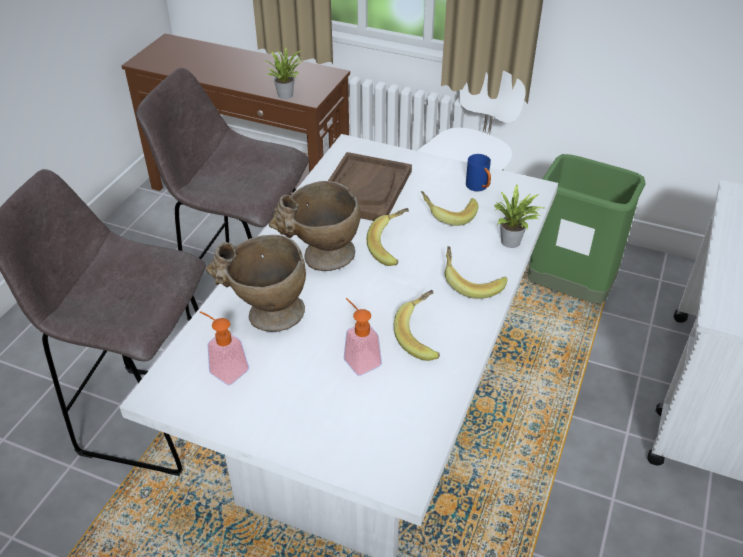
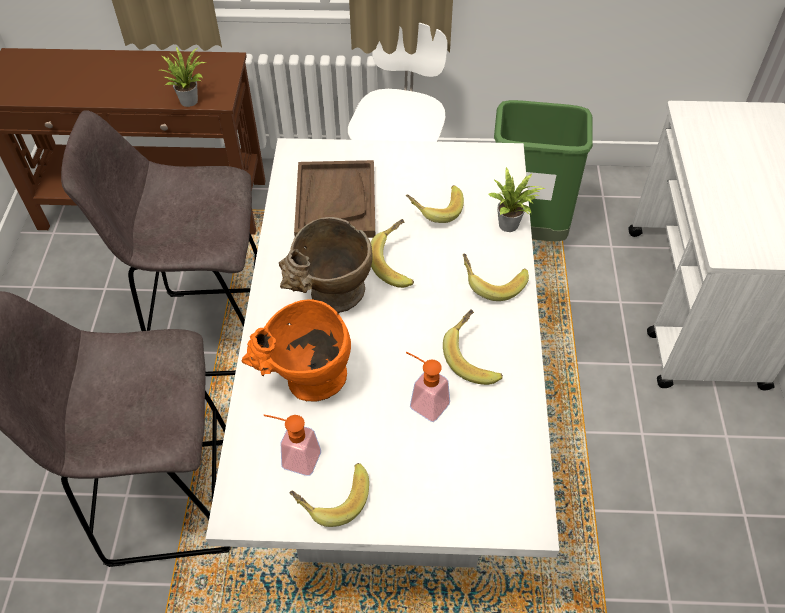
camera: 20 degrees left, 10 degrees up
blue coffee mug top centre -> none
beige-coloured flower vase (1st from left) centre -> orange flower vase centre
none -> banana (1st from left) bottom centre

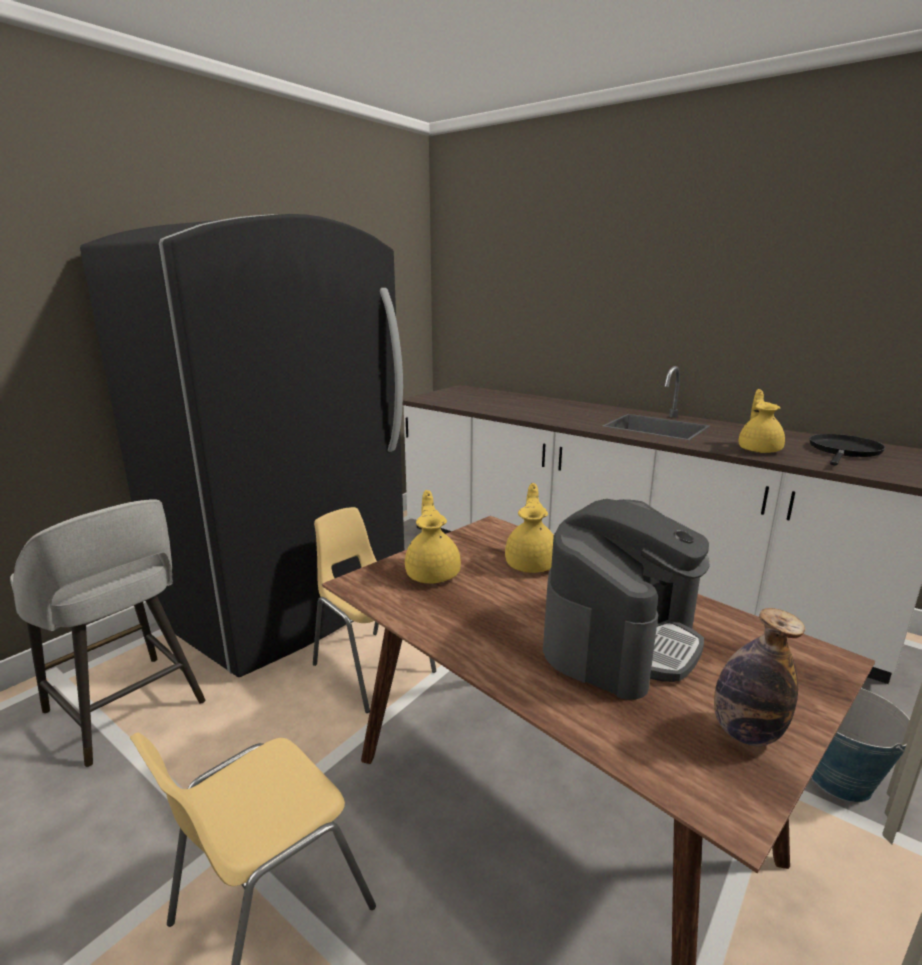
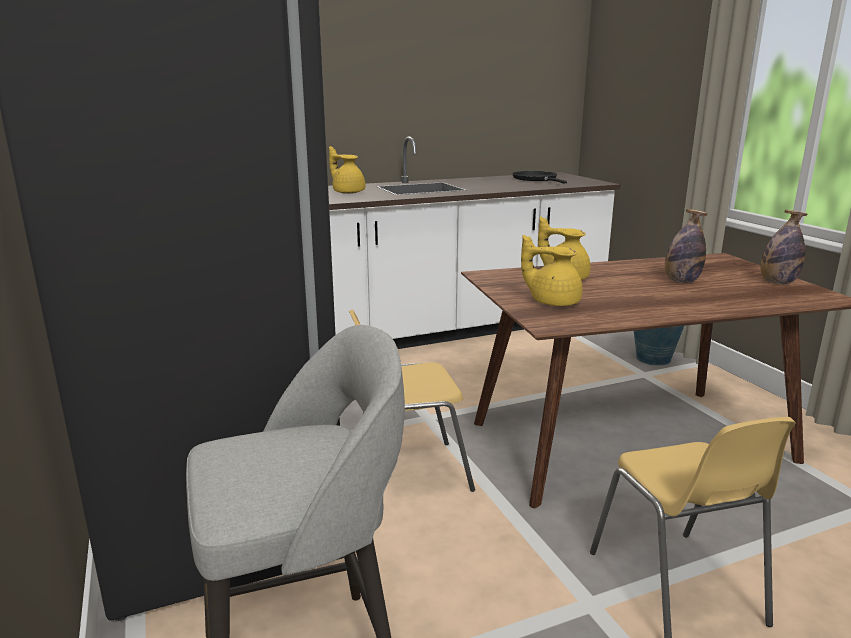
camera: 60 degrees left, 0 degrees up
yellow-coloured teapot (3rd from left in the first image) middle right -> yellow-coloured teapot (1st from left) top centre, move
coffee brewer middle right -> drink bottle (1st from left) middle right

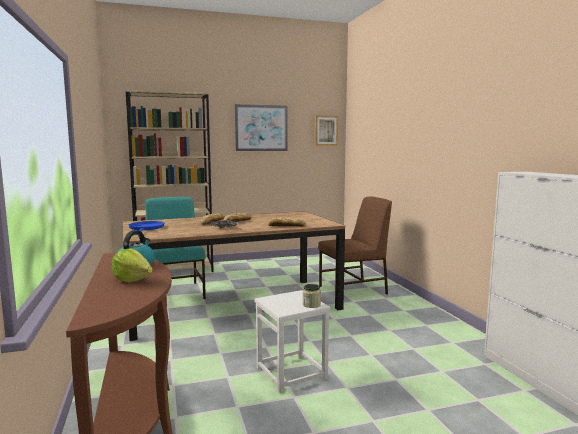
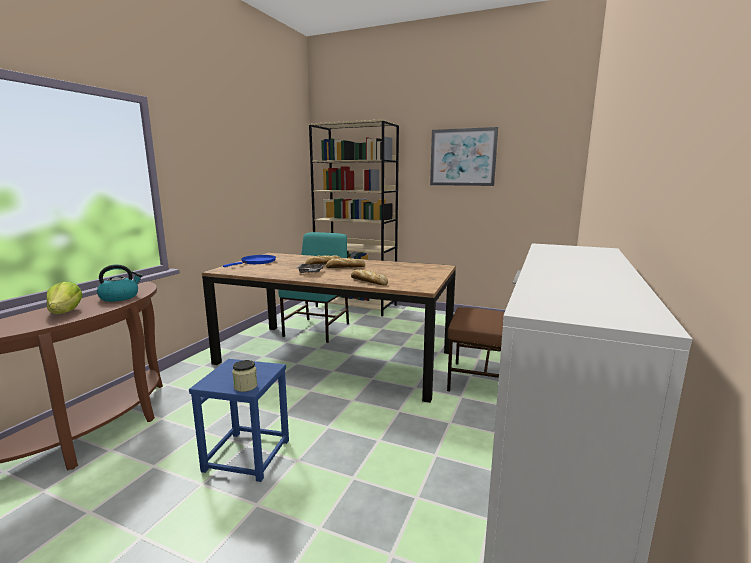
camera: 40 degrees right, 5 degrees up
picture (2nd from left) top centre -> none
whitish stool seat bottom centre -> blue stool seat bottom left

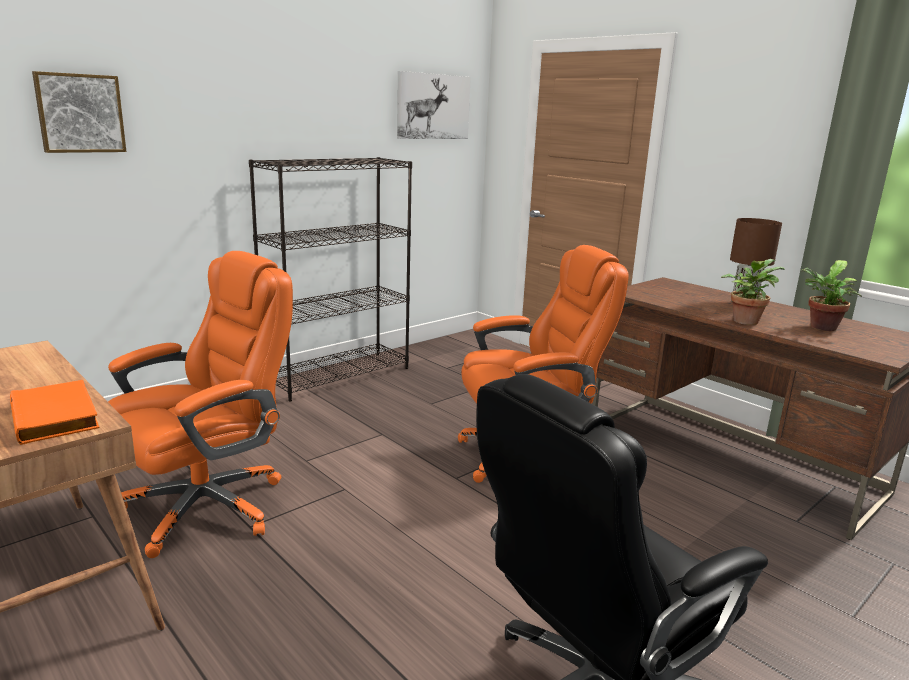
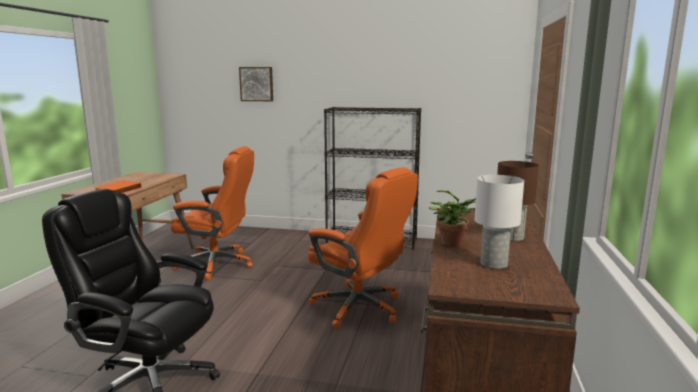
camera: 55 degrees right, 5 degrees down
picture (2nd from left) top centre -> none
houseplant (2nd from left) middle right -> whitish tabletop lamp middle right

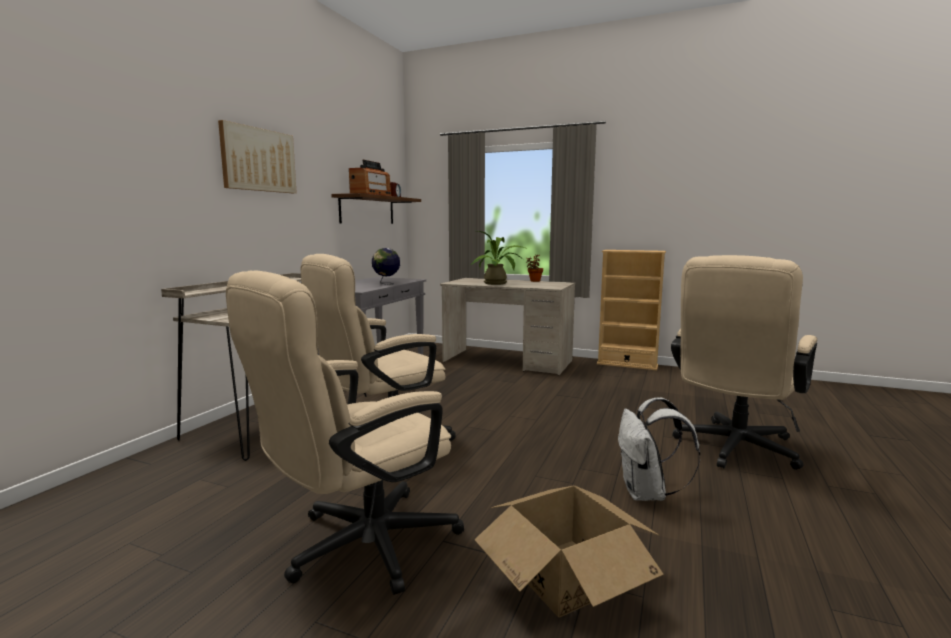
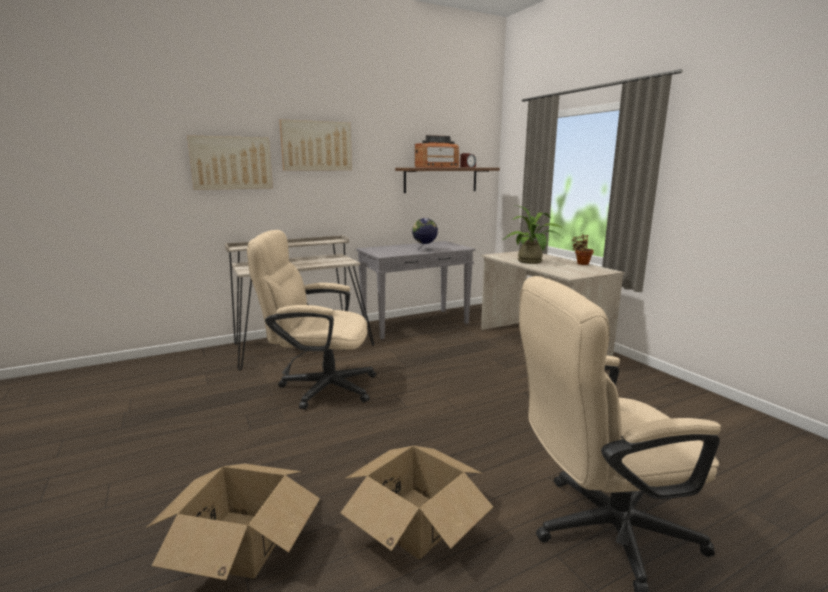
camera: 40 degrees right, 5 degrees up
beige-coloured shelving unit centre -> none
beige-coloured desk chair (1st from left) bottom centre -> none
whitish knapsack bottom right -> packing box (2nd from left) bottom centre
none -> picture (1st from left) top left

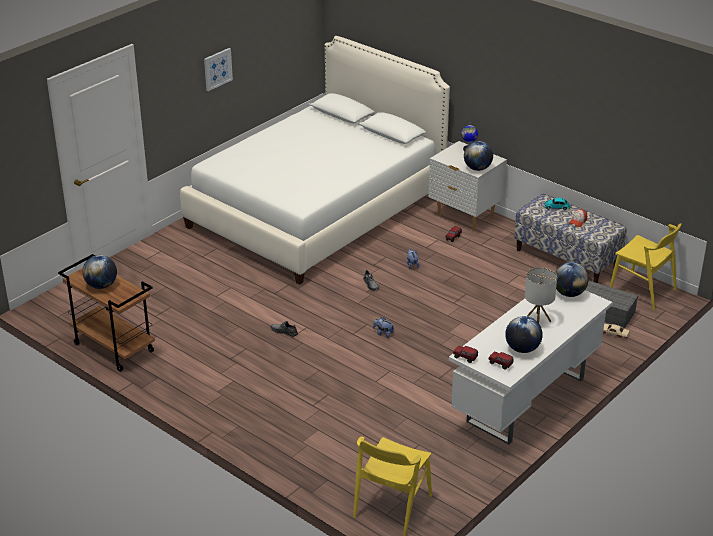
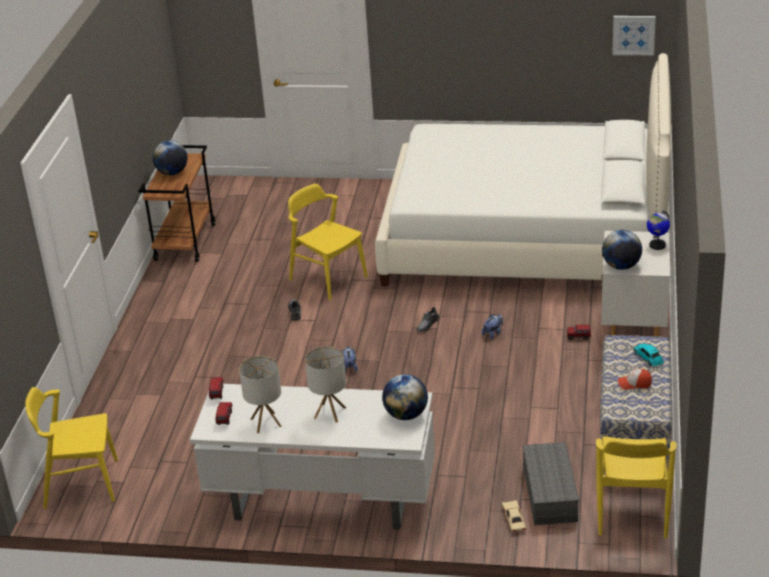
camera: 60 degrees right, 0 degrees up
picture top left -> picture top right, move
desk globe (4th from left) middle right -> tabletop lamp (1st from left) bottom centre
none -> yellow-coloured plain chair (2nd from left) centre

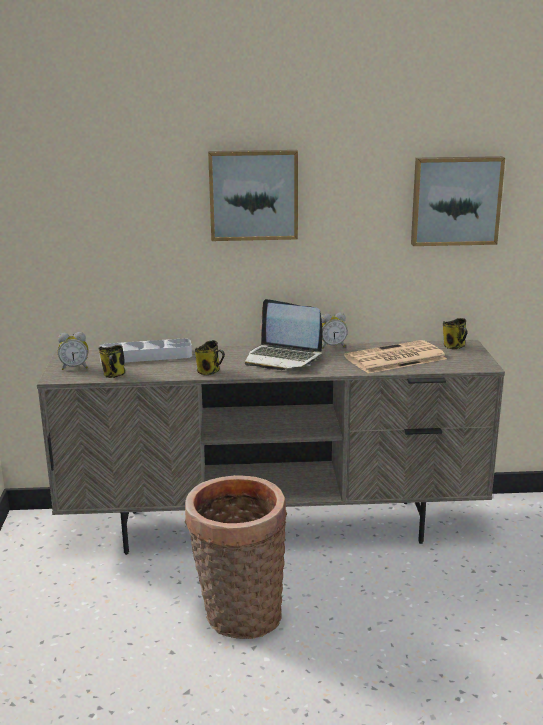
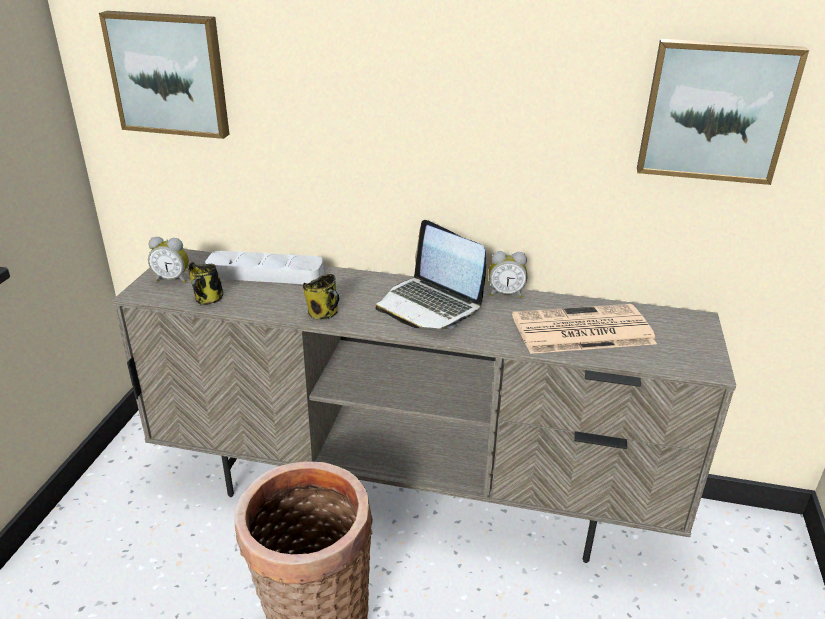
camera: 15 degrees right, 10 degrees up
picture (1st from left) top centre -> picture (1st from left) top left, move
coffee mug (3rd from left) middle right -> none

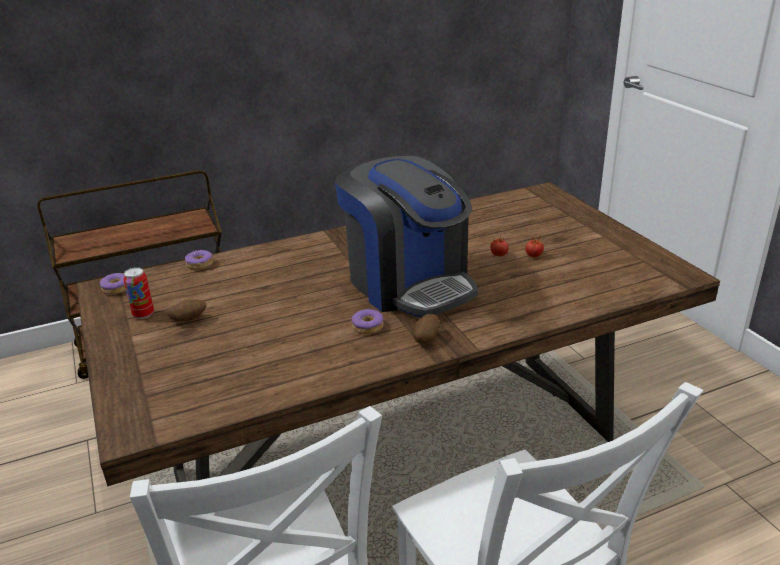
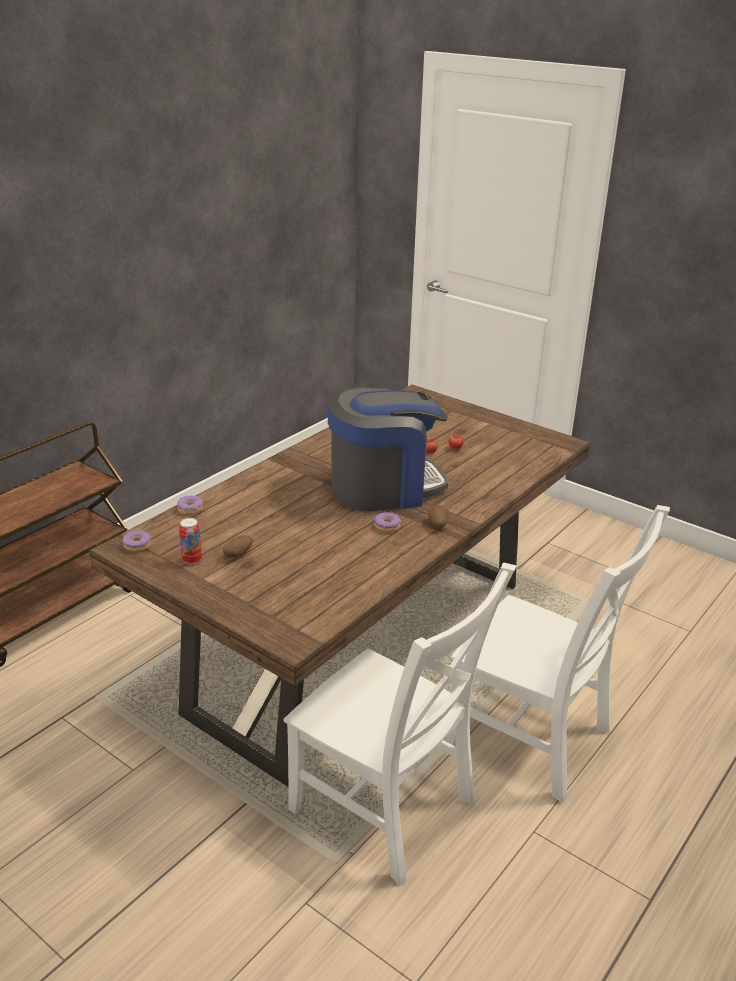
camera: 30 degrees left, 0 degrees up
coffee brewer centre, 45 degrees counterclockwise

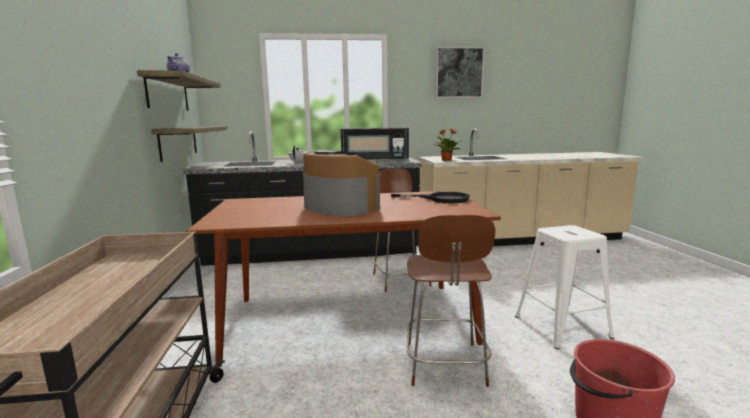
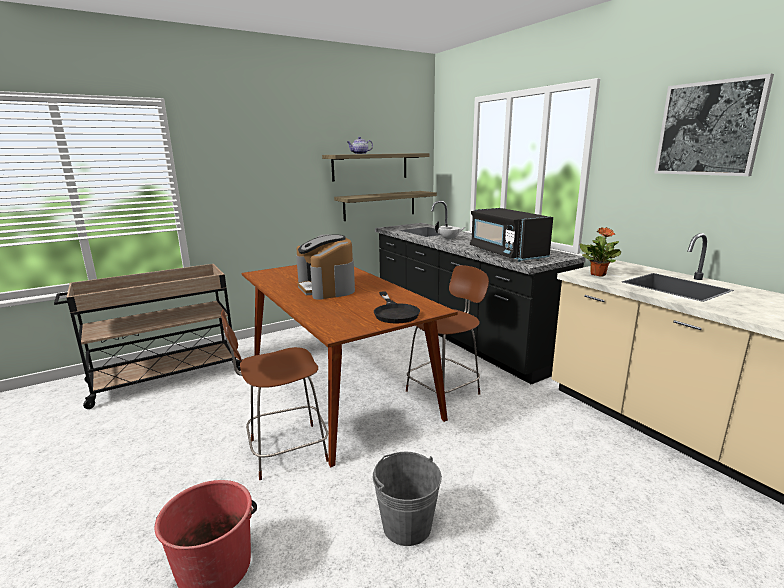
camera: 65 degrees right, 5 degrees up
coffee brewer centre, 135 degrees clockwise
whitish stool seat bottom right -> greyish pail bottom centre

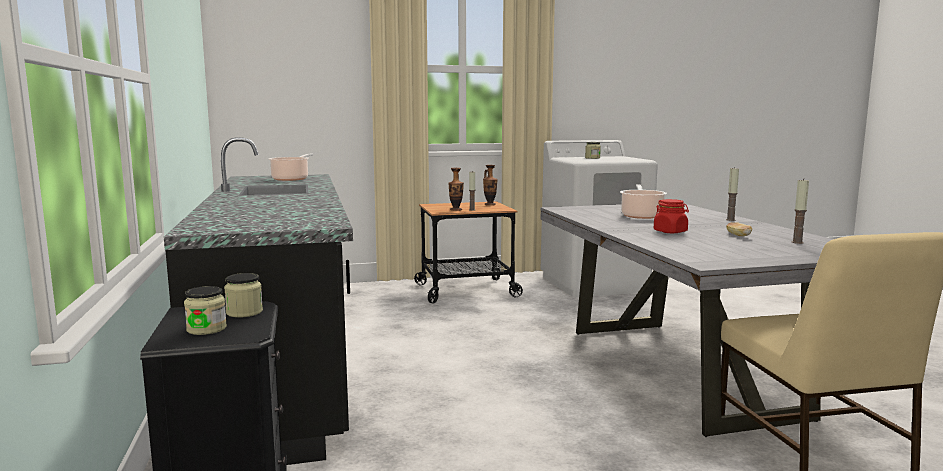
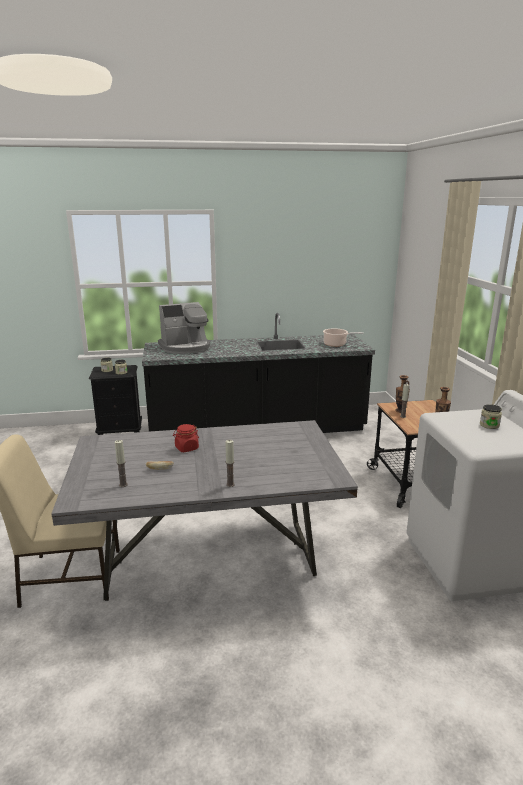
camera: 95 degrees right, 10 degrees up
stockpot (2nd from left) middle right -> none
none -> coffee brewer centre

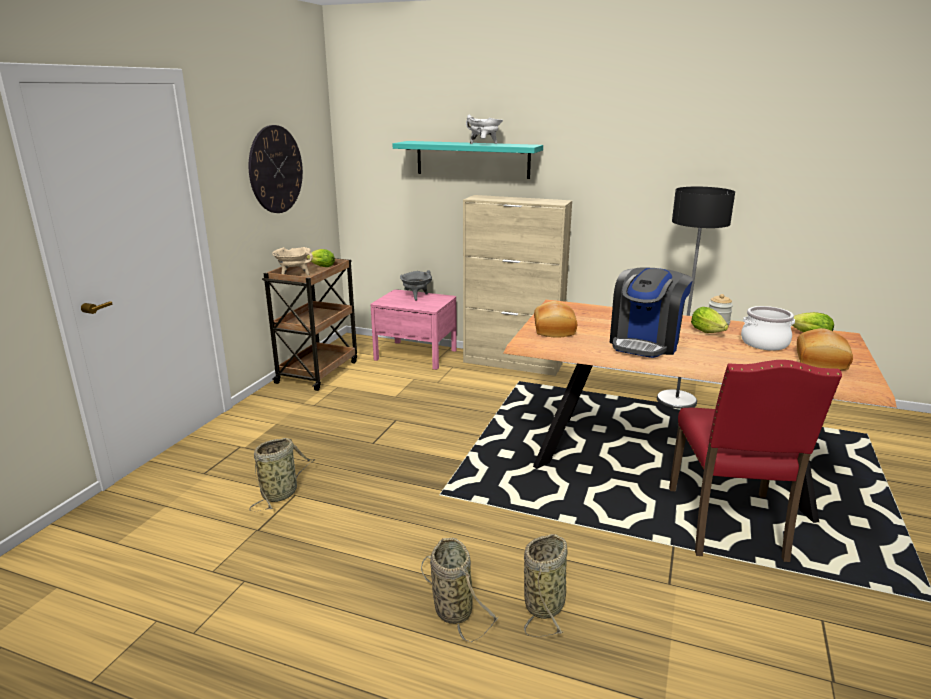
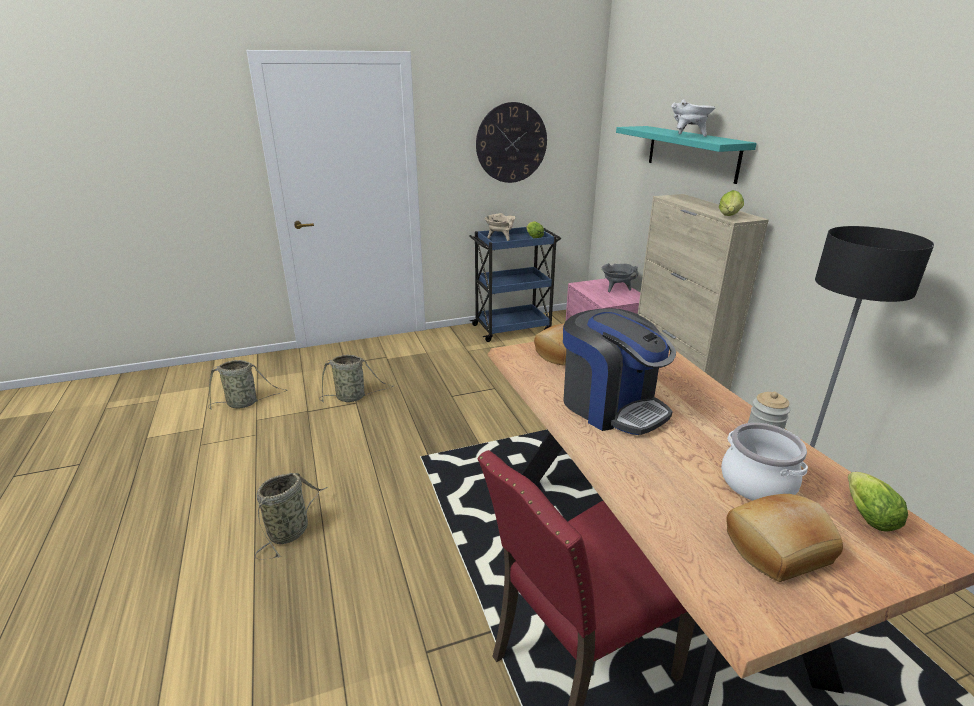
camera: 50 degrees right, 5 degrees up
brown wheeled cart middle left -> blue wheeled cart centre
coffee brewer middle right -> coffee brewer centre, 120 degrees counterclockwise
lettuce (2nd from left) middle right -> lettuce (2nd from left) top right, move
storage basket (3rd from left in the first image) bottom centre -> storage basket (1st from left) middle left, move

